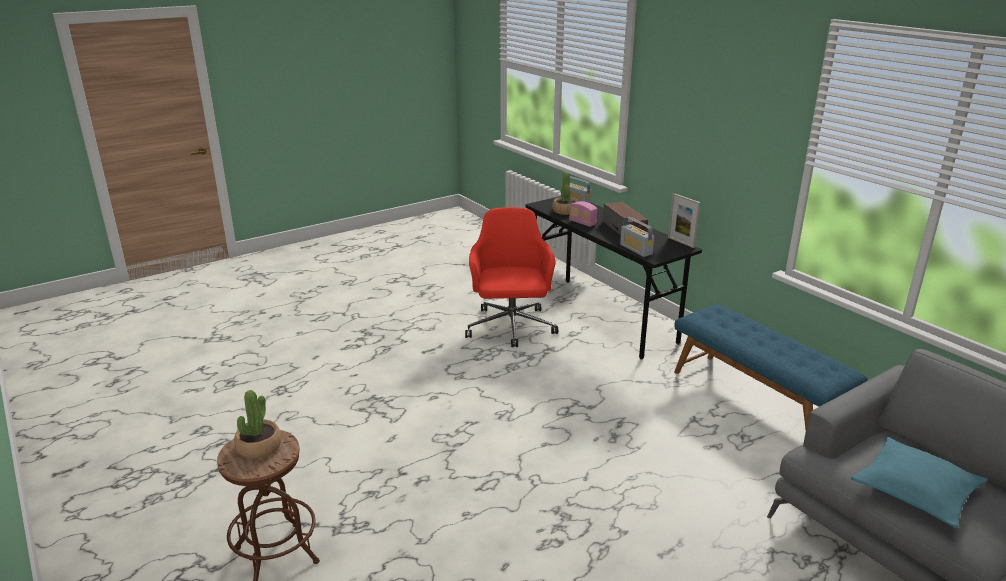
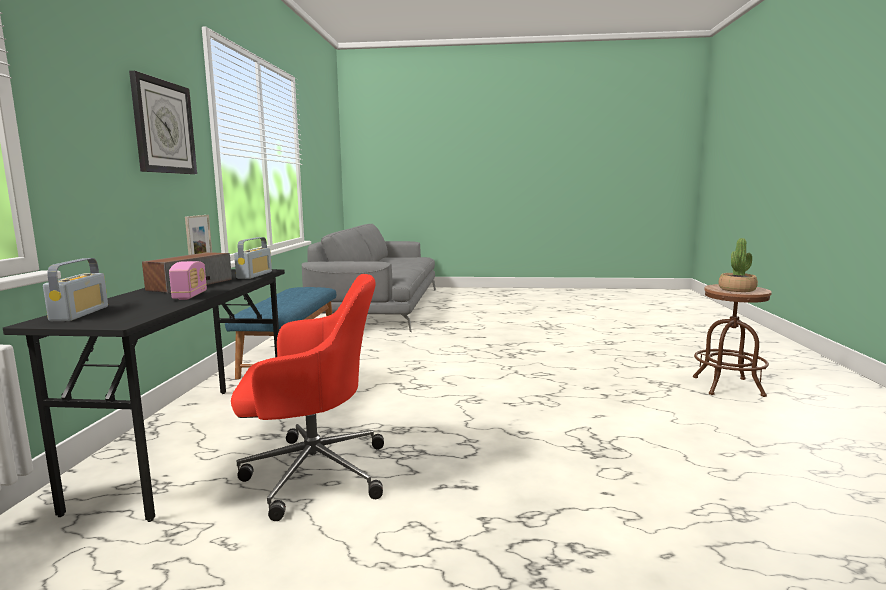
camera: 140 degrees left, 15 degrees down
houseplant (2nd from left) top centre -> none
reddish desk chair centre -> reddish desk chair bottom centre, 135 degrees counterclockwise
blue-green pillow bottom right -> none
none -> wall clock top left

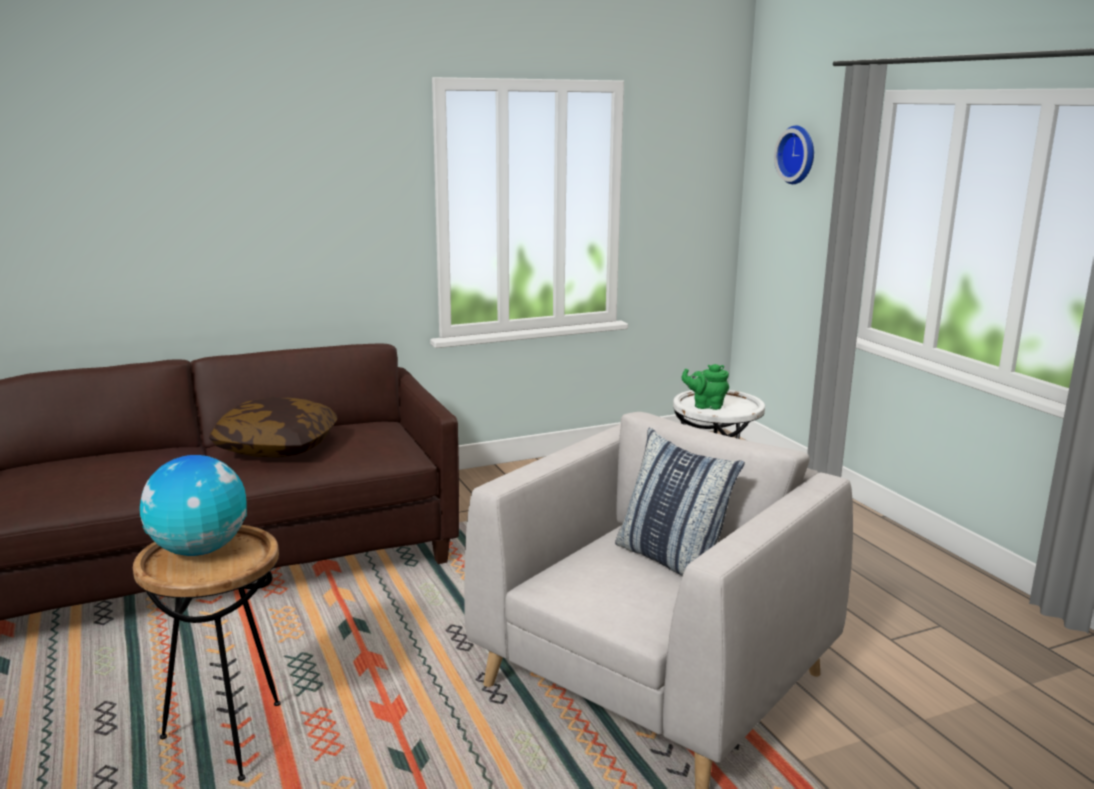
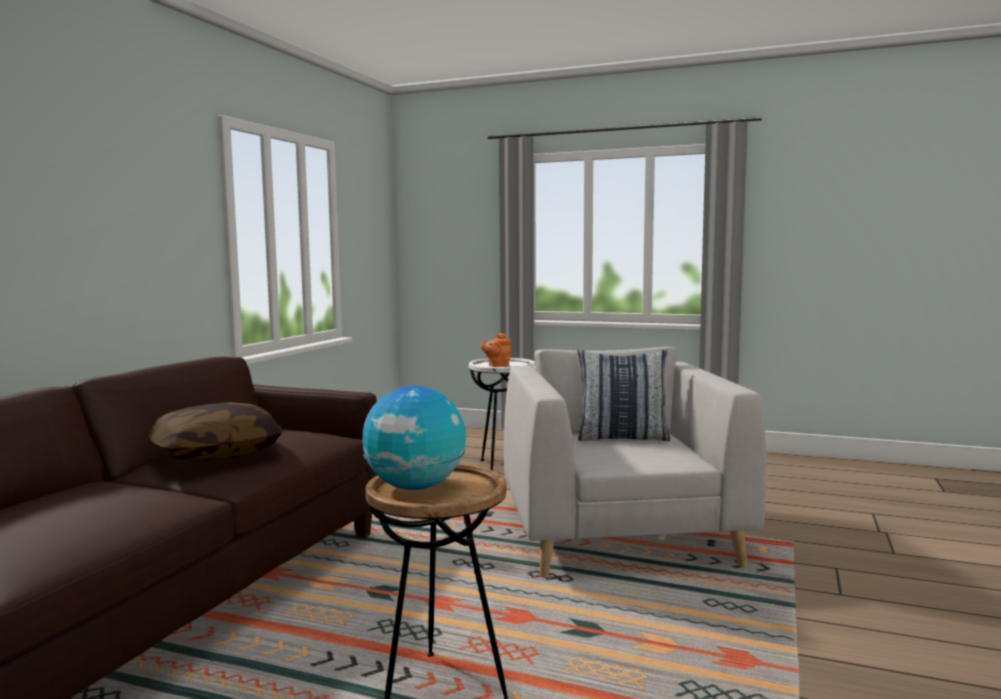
camera: 45 degrees left, 10 degrees down
wall clock top right -> none
green-coloured teapot centre -> orange teapot centre

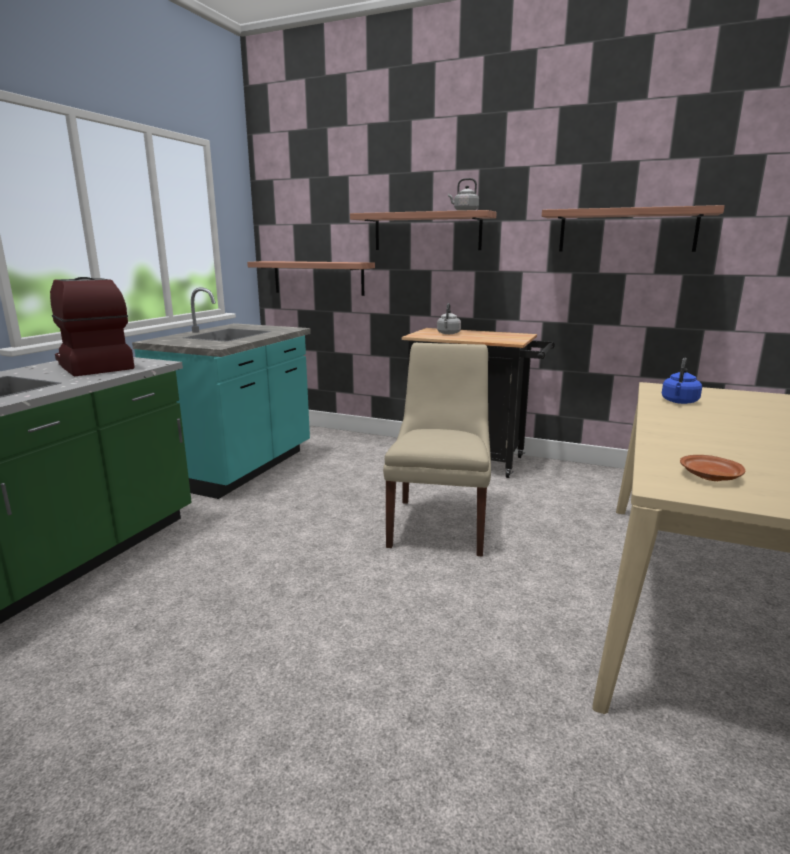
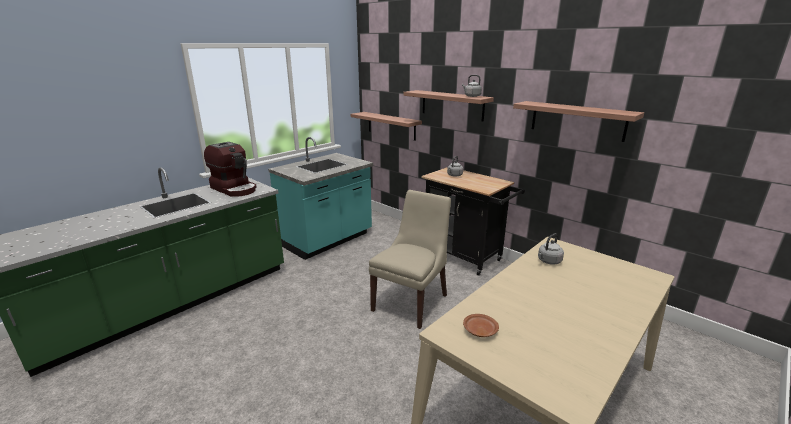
camera: 20 degrees right, 5 degrees up
coffee brewer middle left, 150 degrees clockwise
blue kettle middle right -> greyish kettle (3rd from left) middle right

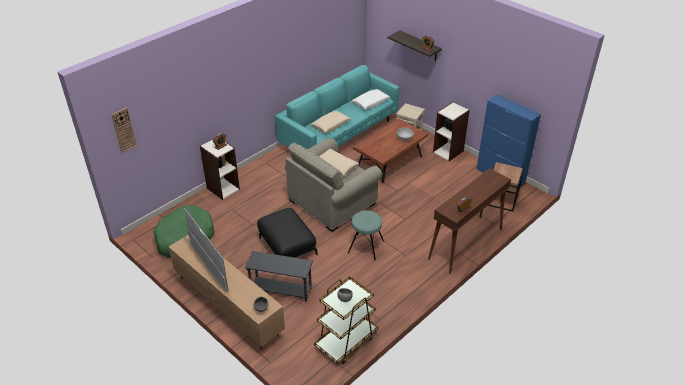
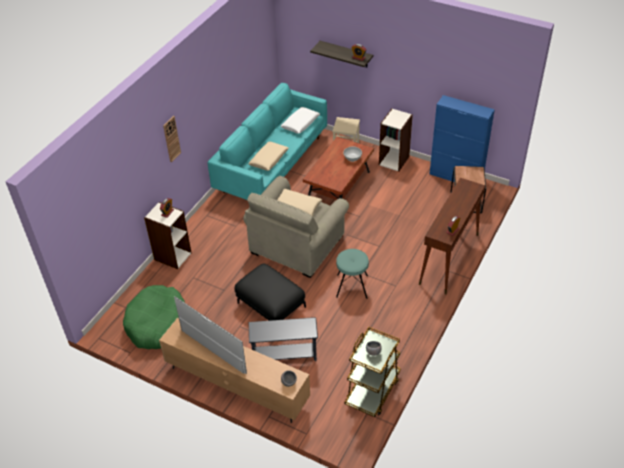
camera: 15 degrees left, 5 degrees up
wall clock middle left -> wall clock top left, move

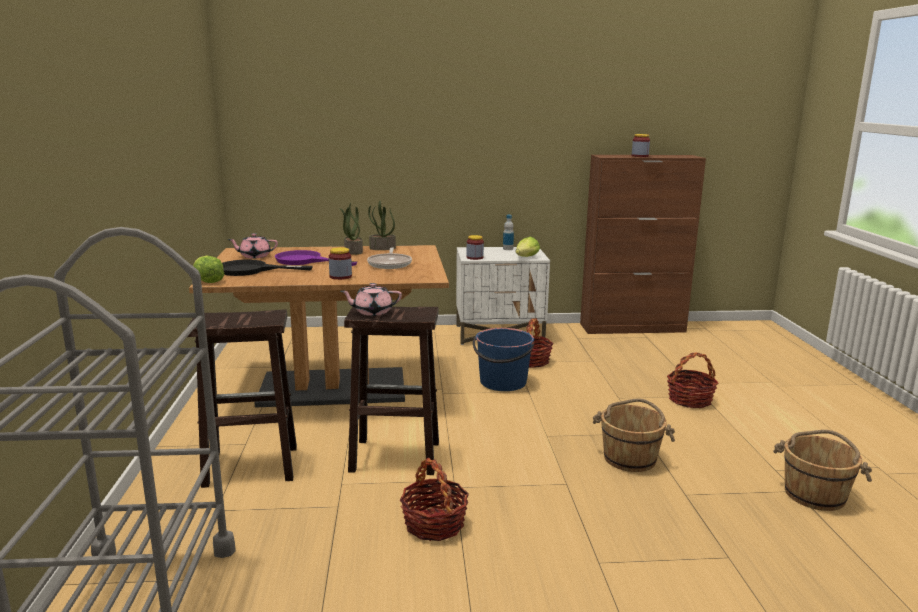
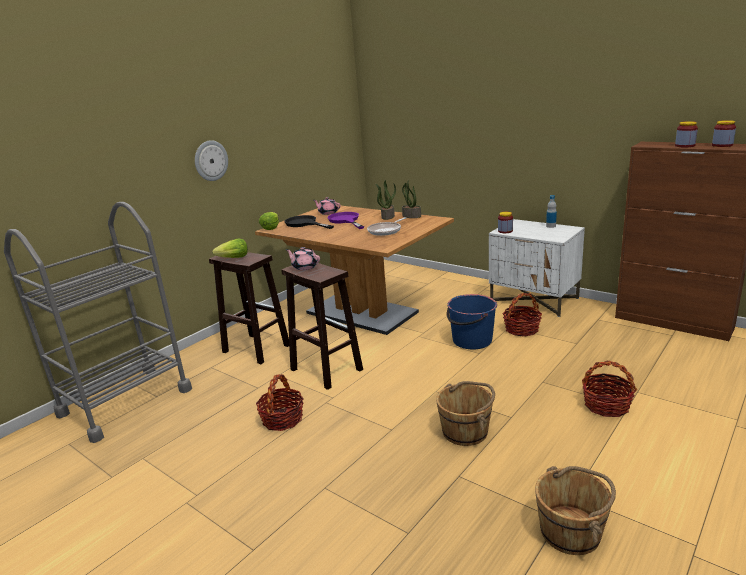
camera: 45 degrees right, 5 degrees up
lettuce (2nd from left in the first image) centre -> lettuce (1st from left) middle left, move
storage jar (1st from left in the first image) centre -> storage jar (3rd from left) top right, move
none -> wall clock top left

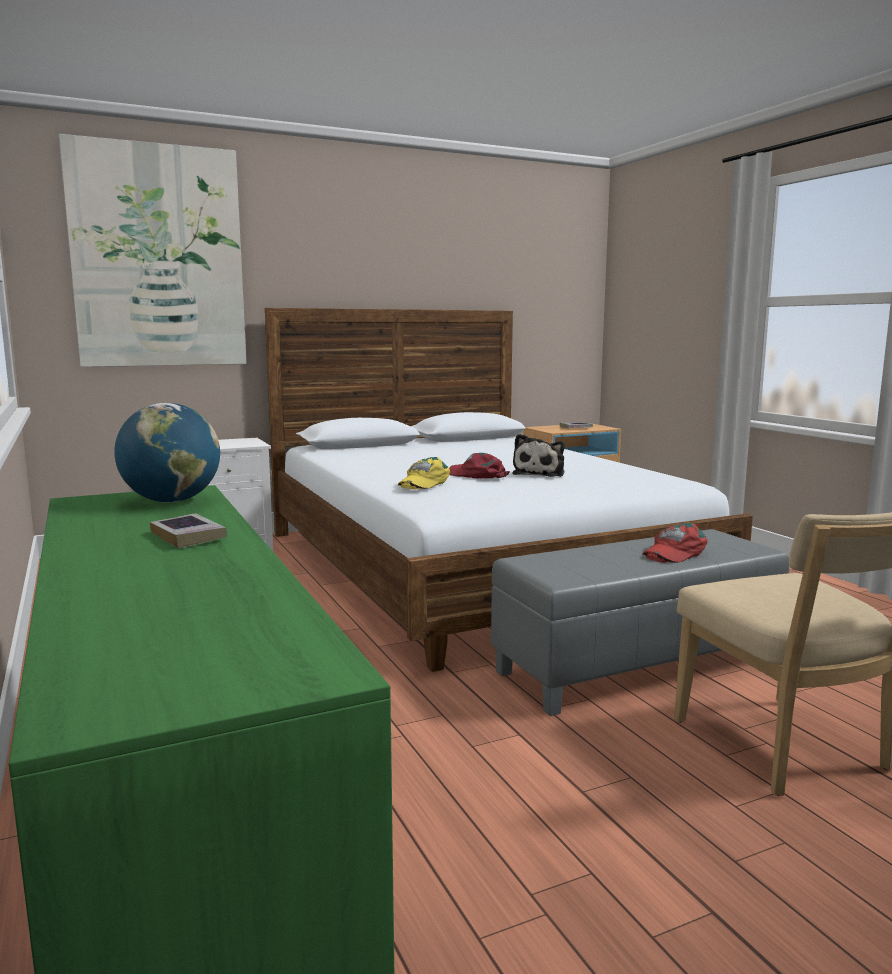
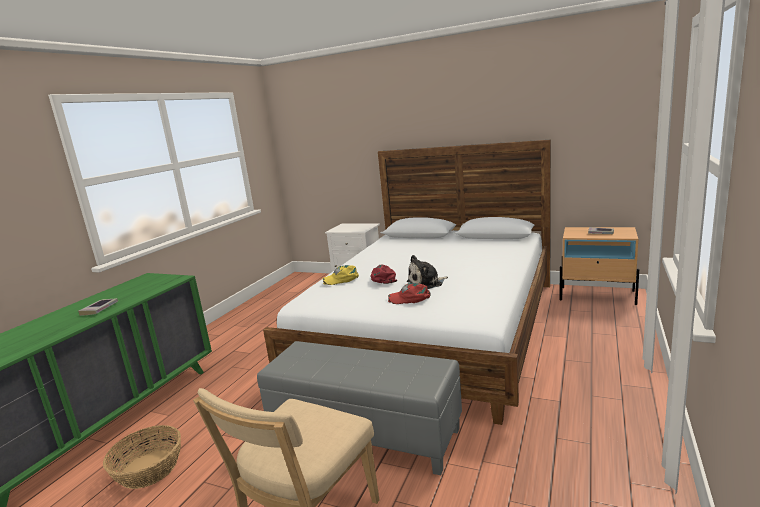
camera: 50 degrees right, 5 degrees up
picture top left -> none
desk globe middle left -> none
reddish baseball cap (2nd from left) middle right -> reddish baseball cap (2nd from left) centre, move
none -> storage basket bottom left

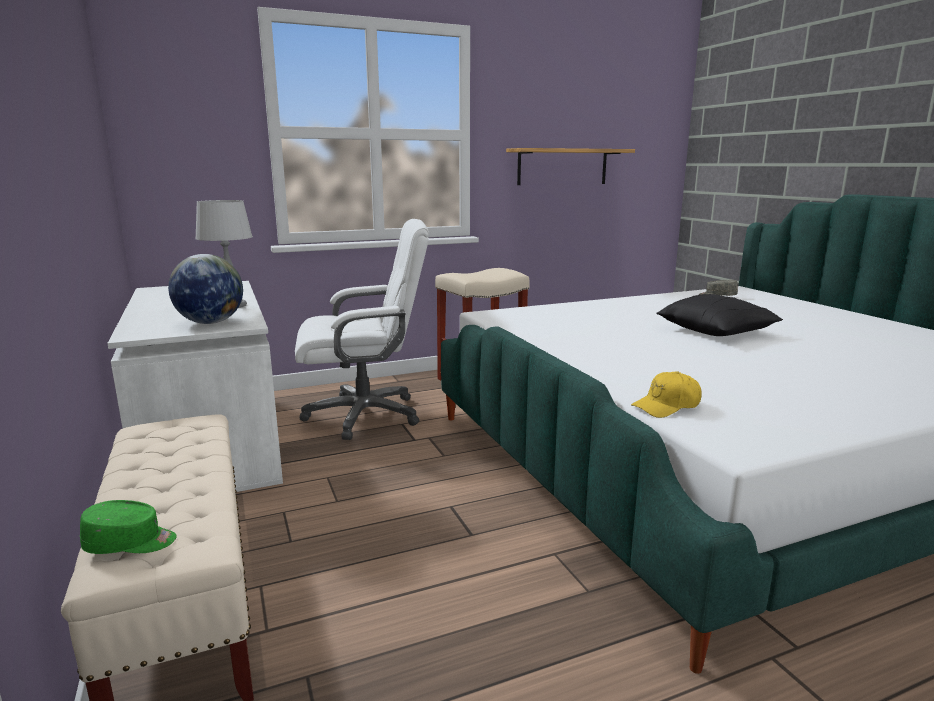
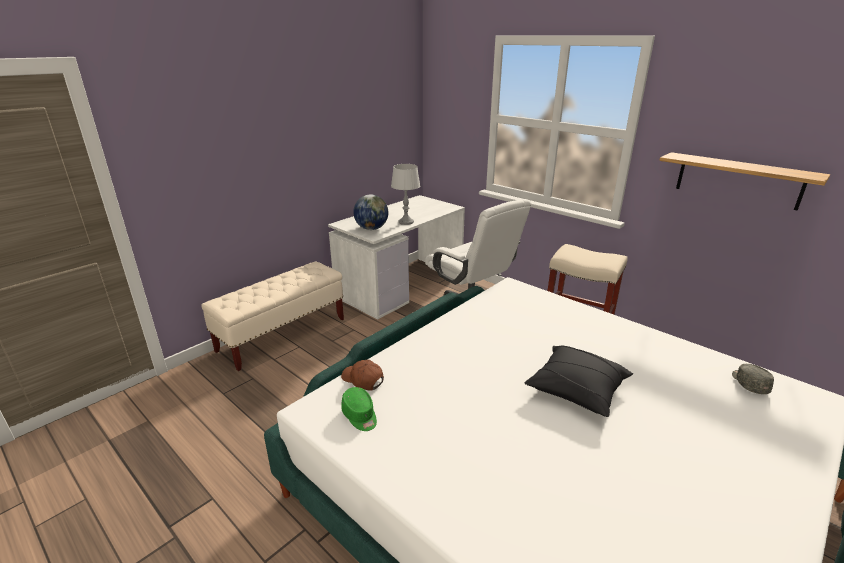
camera: 65 degrees right, 10 degrees up
yellow-coloured baseball cap middle right -> brown baseball cap centre
green-coloured baseball cap bottom left -> green-coloured baseball cap bottom centre, move

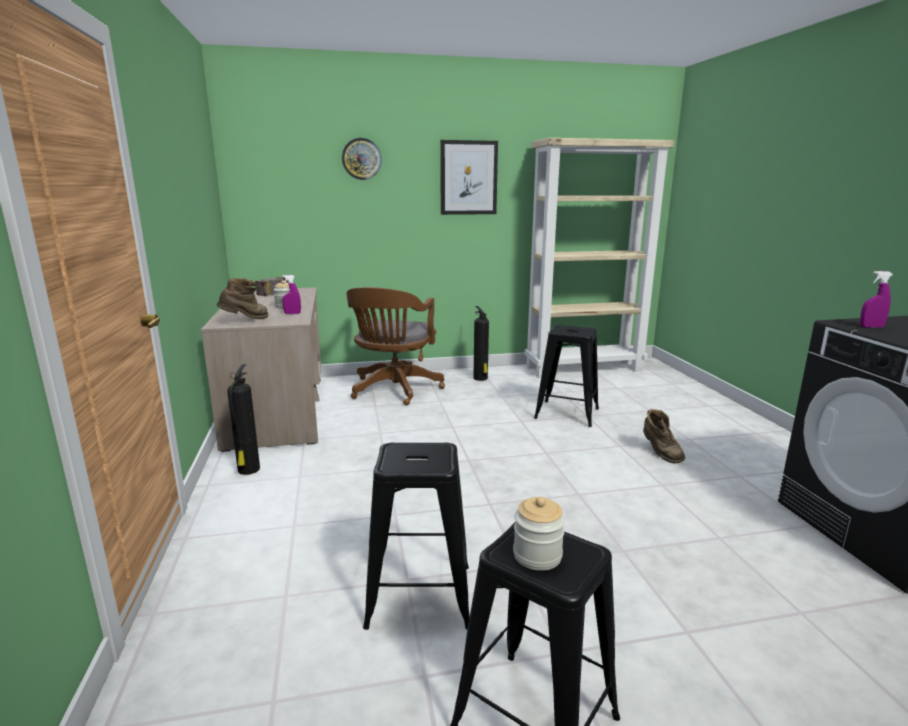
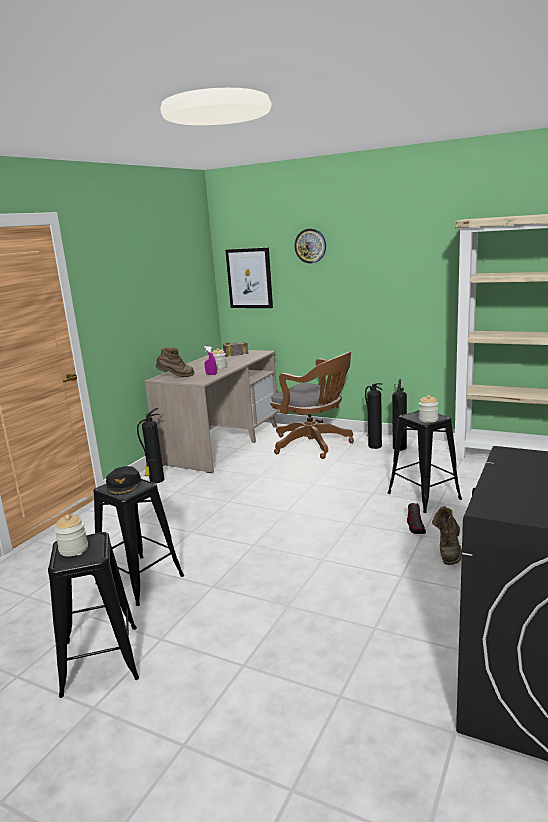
camera: 40 degrees right, 0 degrees up
picture top centre -> picture centre, move
purplish spray bottle (2nd from left) middle right -> none
brown desk chair centre, 105 degrees counterclockwise
none -> fire extinguisher (2nd from left) middle right
none -> storage jar (3rd from left) middle right
none -> black baseball cap middle left
none -> low shoe middle right

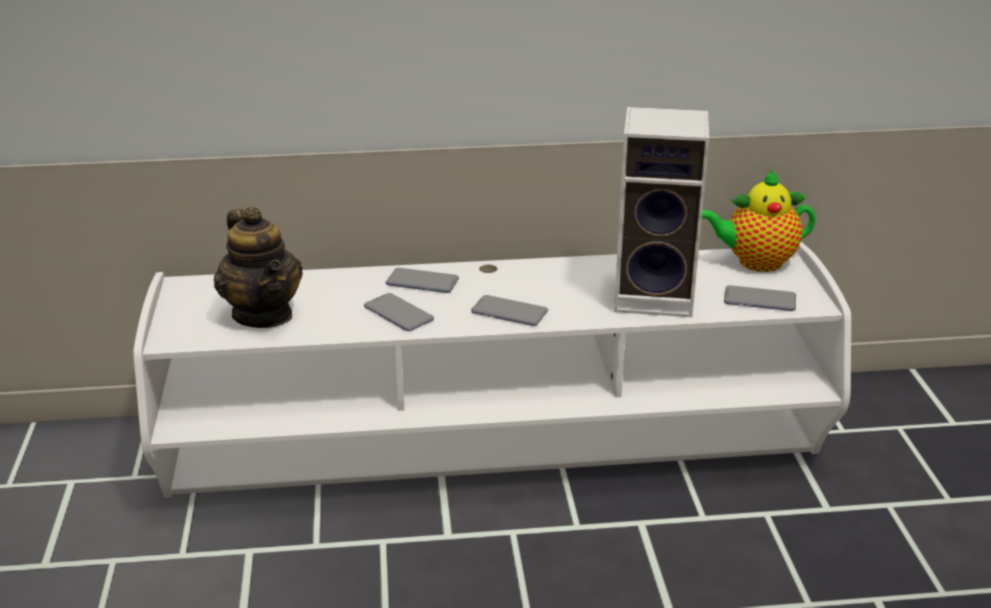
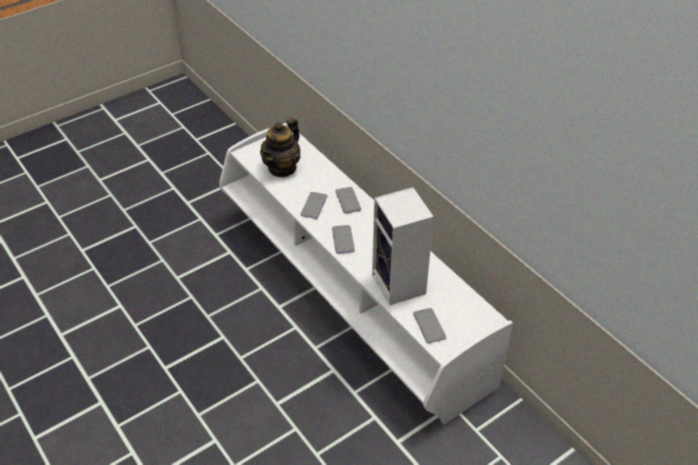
camera: 60 degrees right, 15 degrees up
teapot (2nd from left) middle right -> none

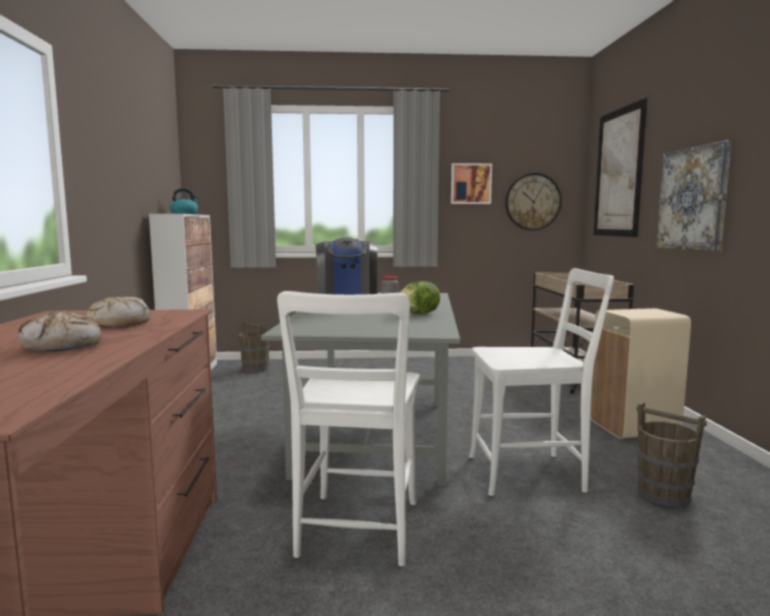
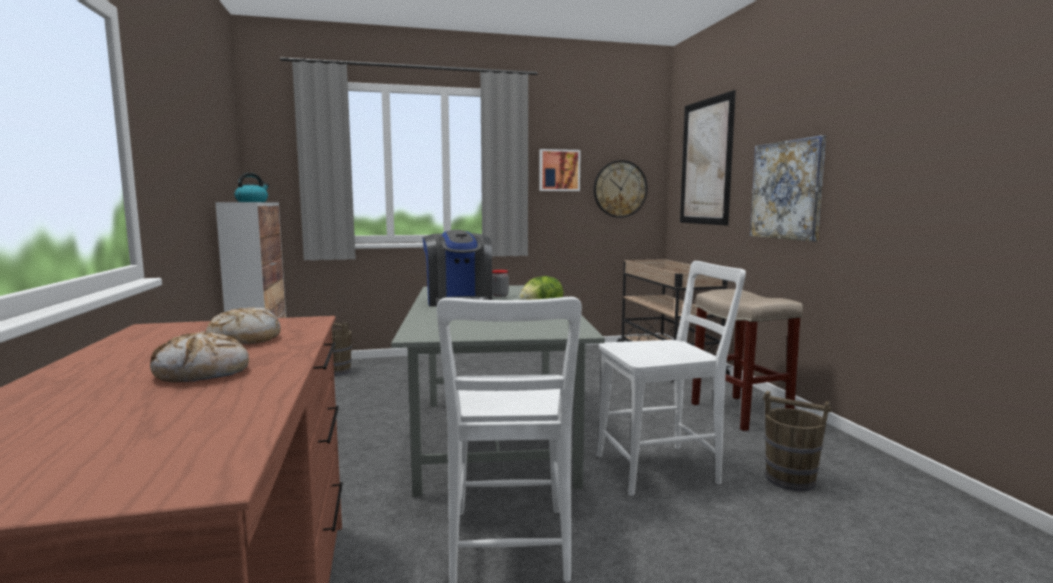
camera: 10 degrees left, 0 degrees up
beige-coloured trash can middle right -> beige-coloured stool seat middle right

